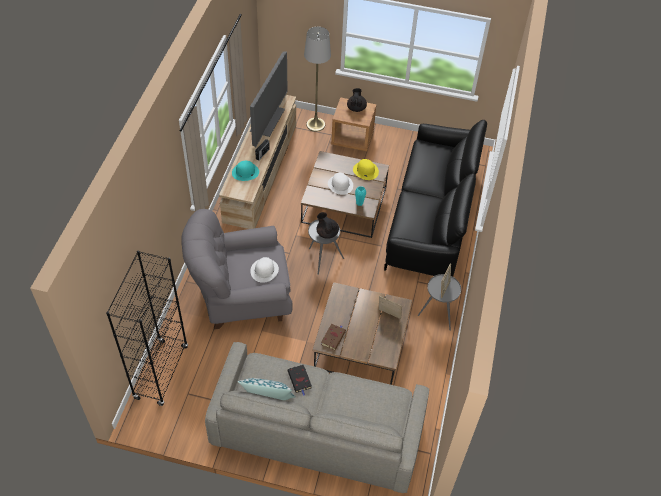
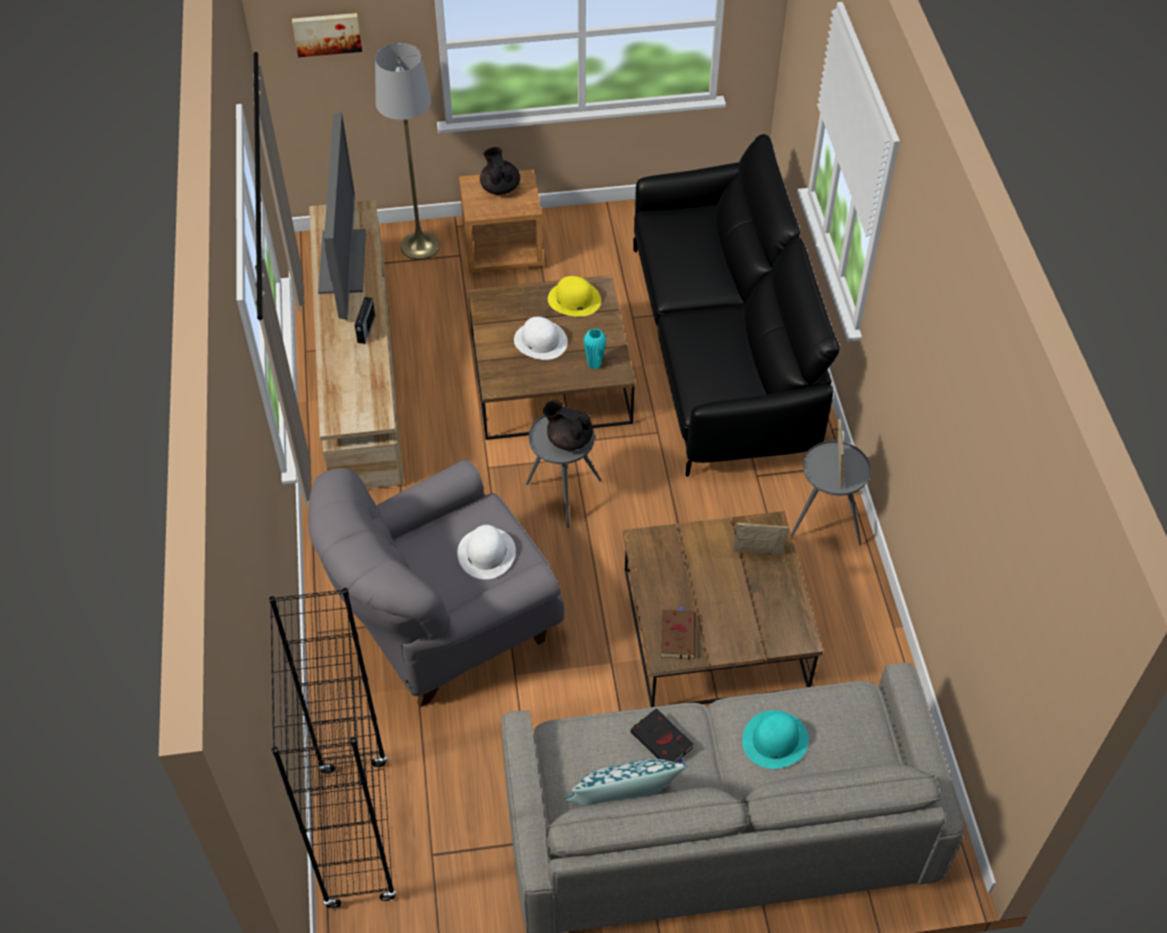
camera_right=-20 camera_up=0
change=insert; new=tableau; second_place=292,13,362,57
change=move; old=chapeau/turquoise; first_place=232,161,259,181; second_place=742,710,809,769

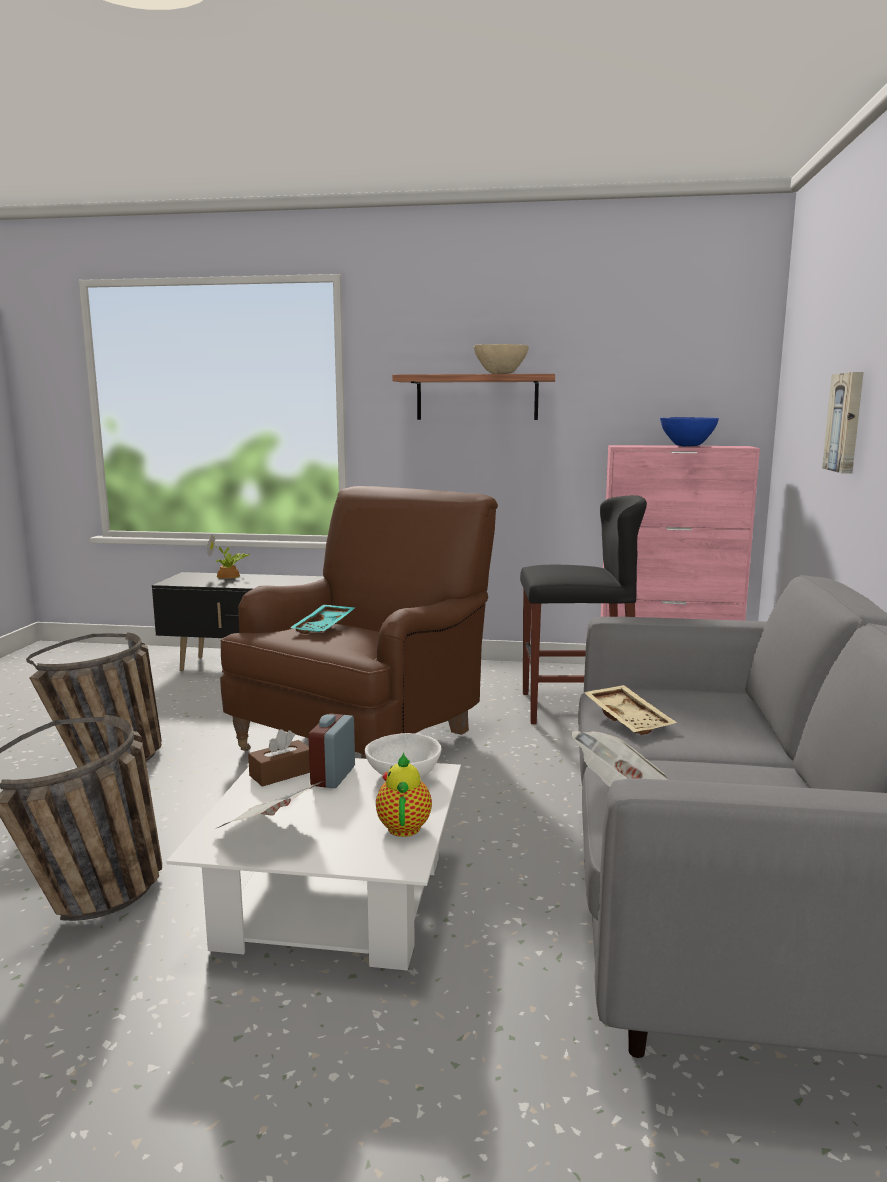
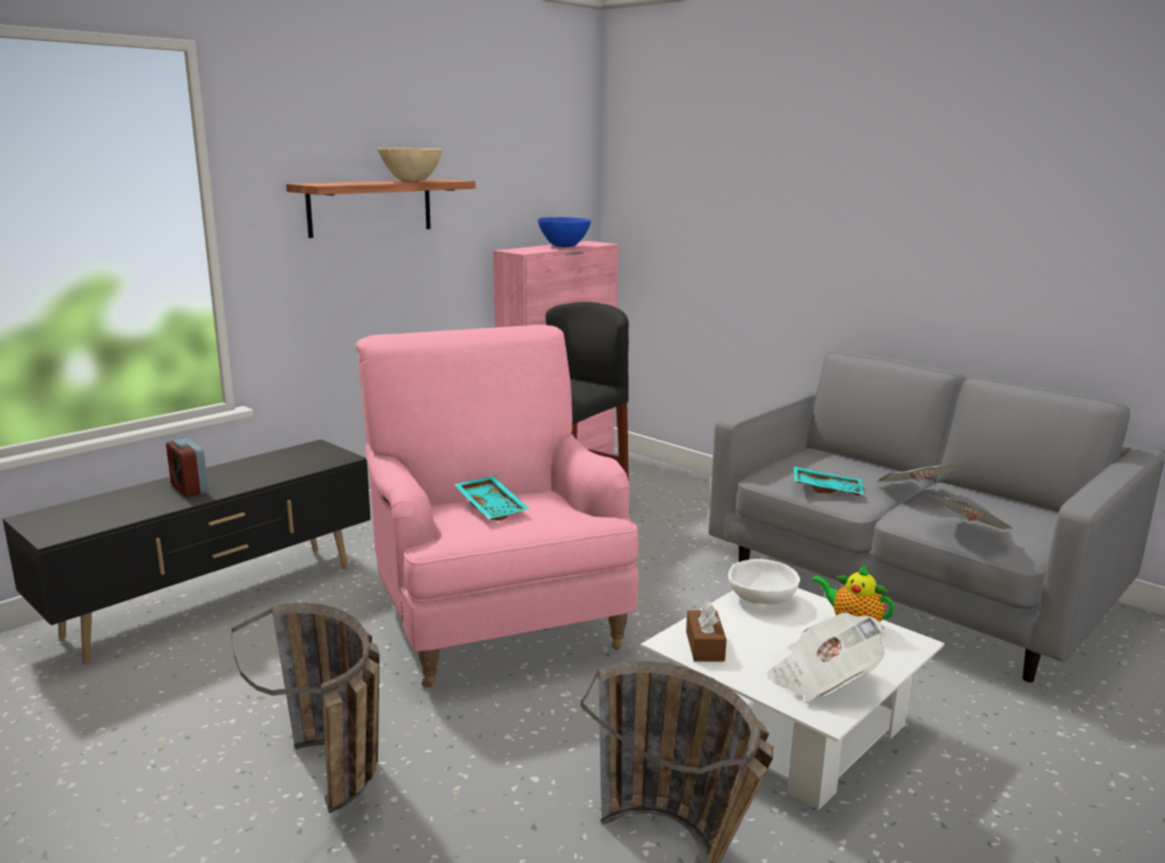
camera_right=-55 camera_up=5
change=delete; old=plante en pot; first_place=207,534,250,579
change=delete; old=tableau; first_place=822,372,864,474
change=insert; new=journal; second_place=876,465,960,482
change=move; old=réveil; first_place=308,713,355,788; second_place=166,438,208,497
change=recolor; old=fauteuil/marron; new=fauteuil/rose; first_place=220,486,498,759; second_place=356,325,638,688
change=recolor; old=plateau/beige; new=plateau/turquoise; first_place=583,685,677,735; second_place=794,466,865,496

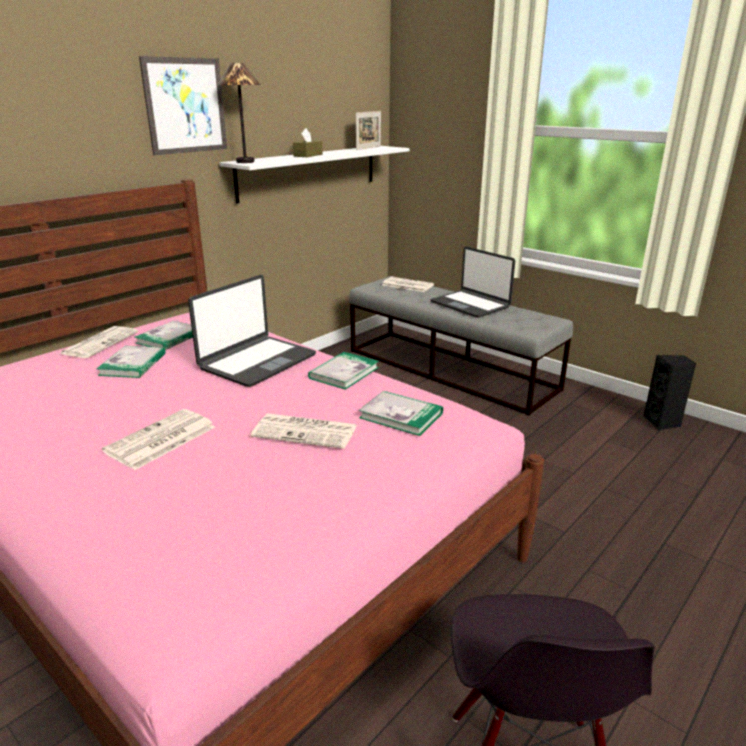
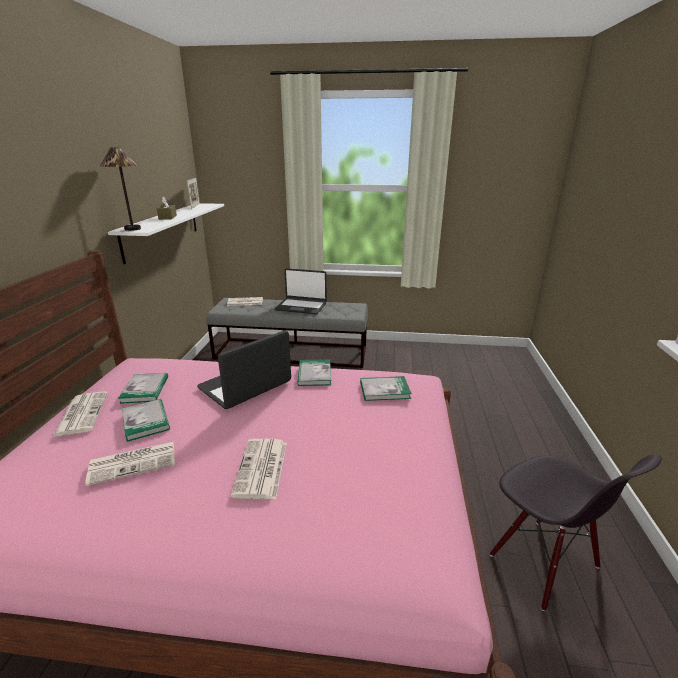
camera_right=-35 camera_up=0
change=delete; old=tableau; first_place=139,56,227,155
change=delete; old=enceinte/noir; first_place=643,355,696,431
change=move; old=journal; first_place=251,413,357,449; second_place=85,442,175,486
change=rotate; old=ordinateur portable; first_place=188,275,316,387; second_place=197,330,291,409; degrees=-135

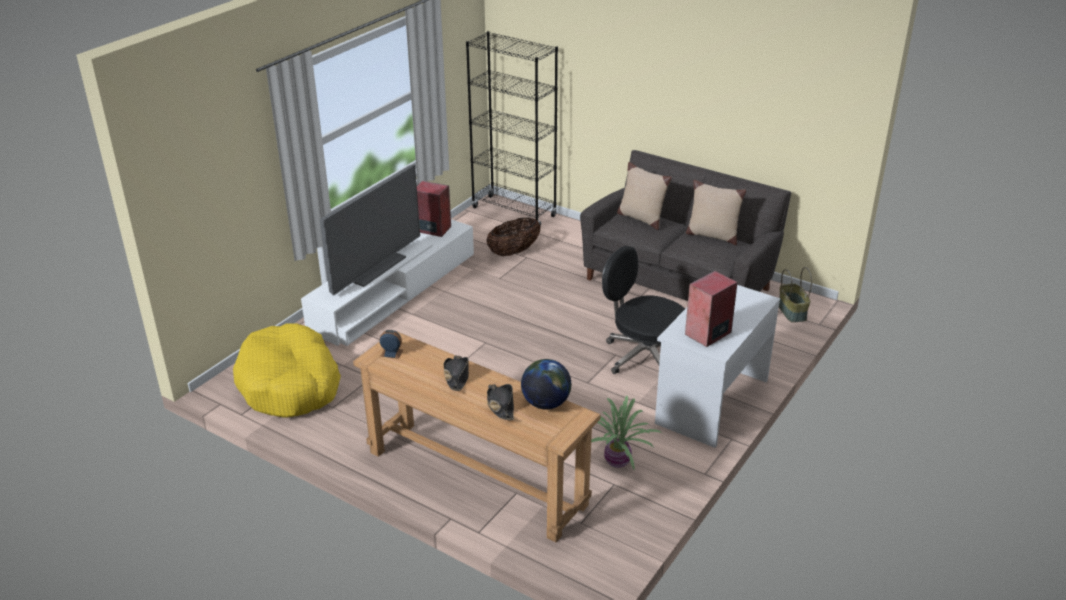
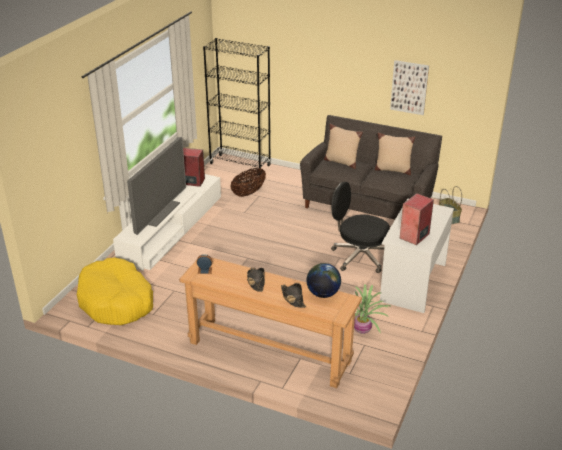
camera_right=-10 camera_up=0
change=insert; new=tableau; second_place=390,60,429,115

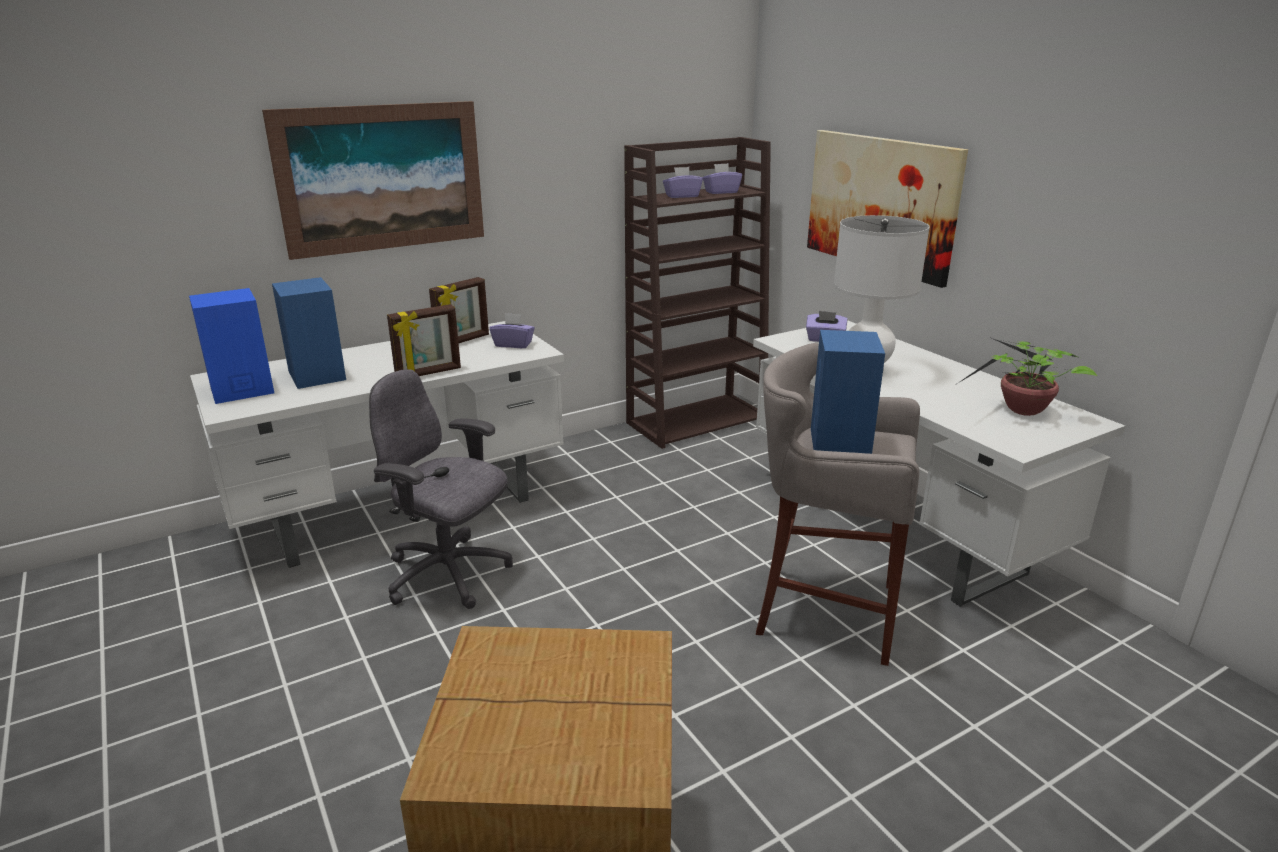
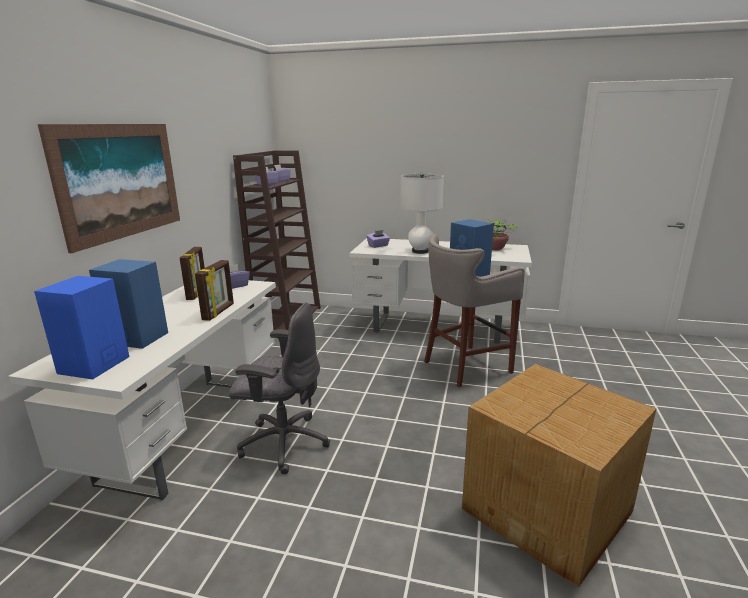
camera_right=-45 camera_up=-5
change=delete; old=tableau; first_place=807,130,968,288
change=rotate; old=chaise de bureau/gris; first_place=369,369,513,609; second_place=229,302,330,474; degrees=-150

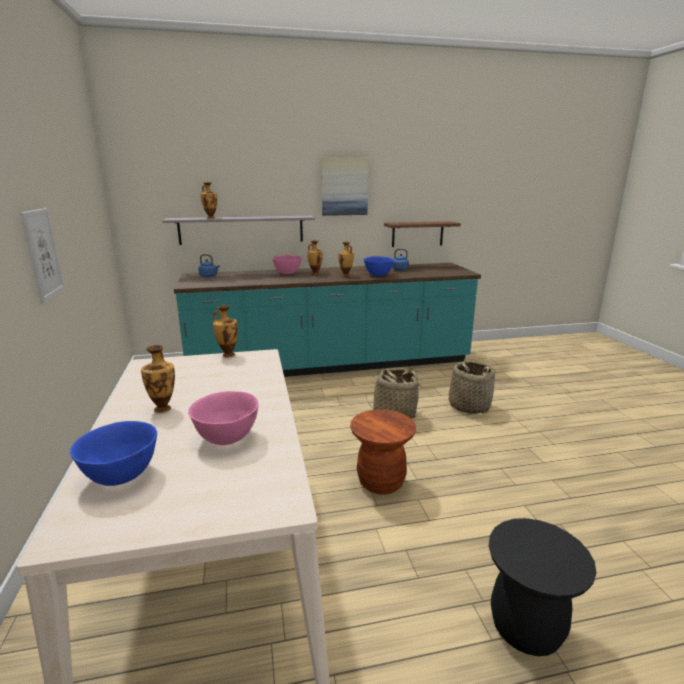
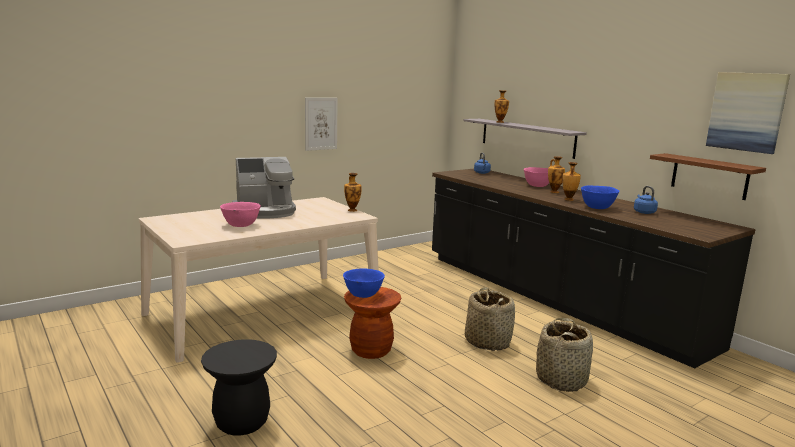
camera_right=65 camera_up=-5
change=move; old=bol/bleu; first_place=70,421,157,486; second_place=343,269,385,298
change=move; old=tableau; first_place=322,158,368,216; second_place=706,72,790,154
change=replace; old=vase; new=machine à café; first_place=141,345,175,413; second_place=232,157,296,218
change=recolor; old=comptoir de cuisine/turquoise; new=comptoir de cuisine/noir; first_place=174,263,481,377; second_place=432,169,755,368

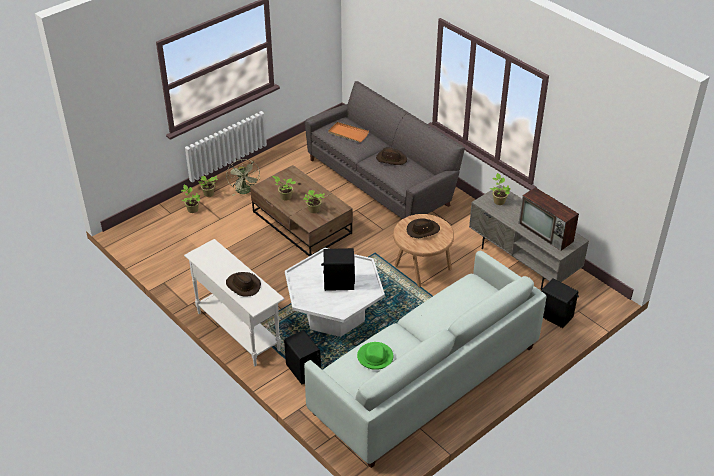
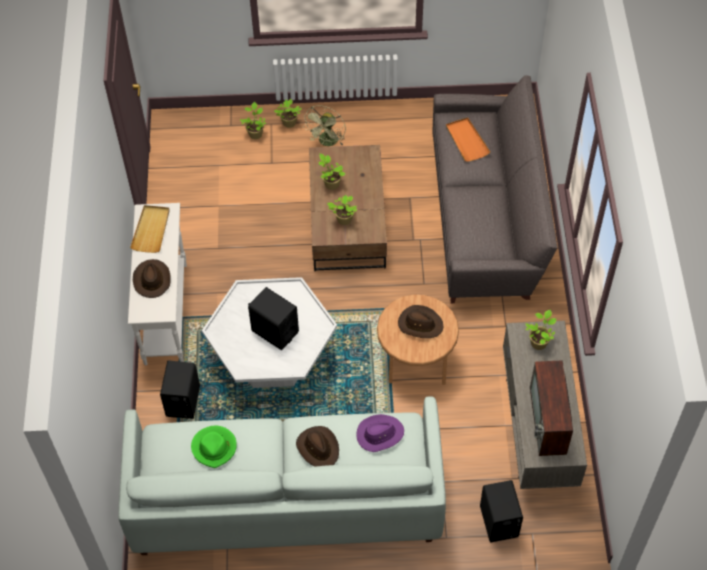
camera_right=40 camera_up=15
change=insert; new=plateau/beige; second_place=130,205,170,253
change=insert; new=chapeau/violet; second_place=356,414,404,452
change=move; old=chapeau/marron; first_place=376,147,407,165; second_place=296,426,339,467

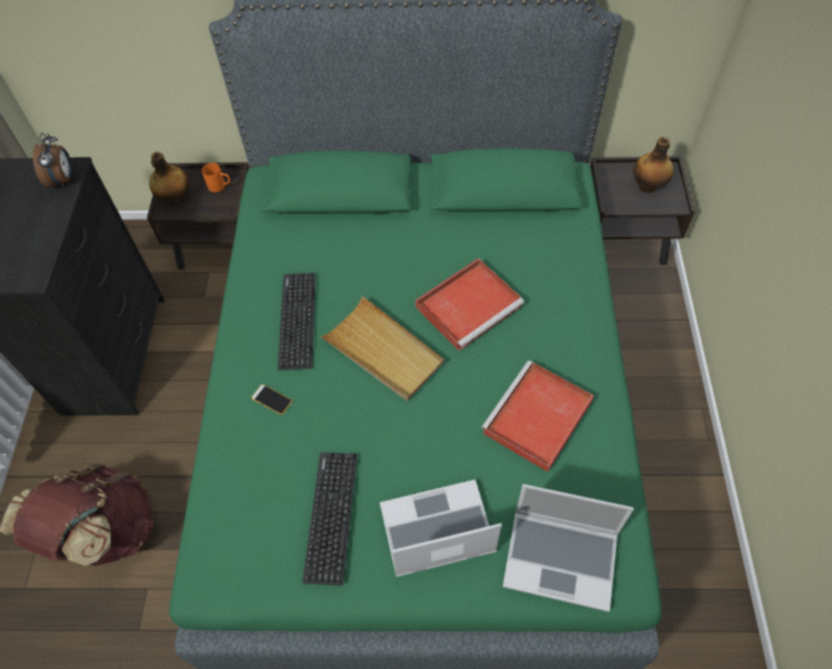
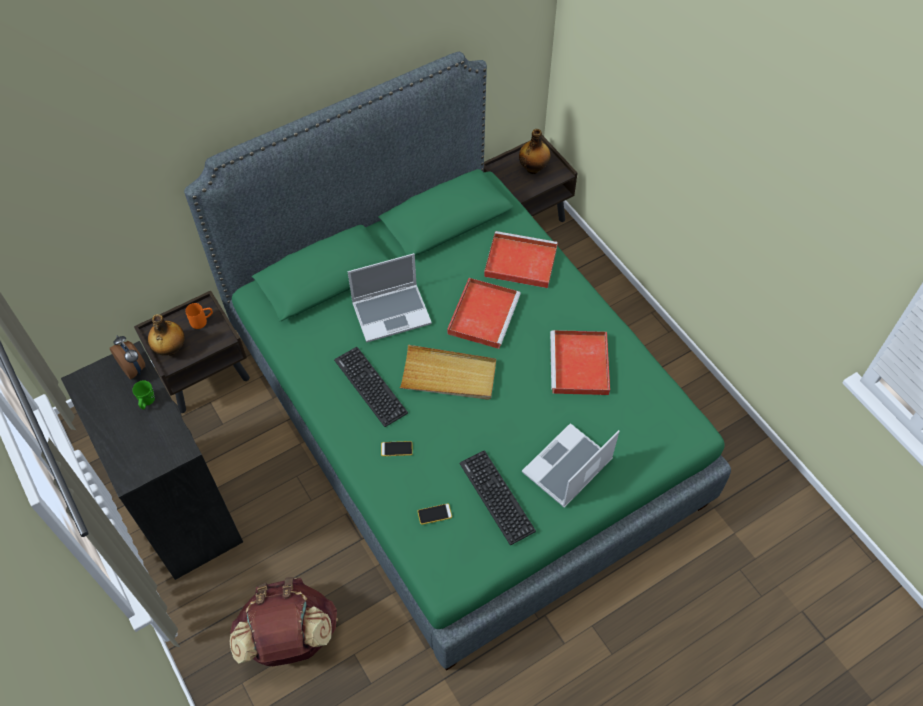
camera_right=-35 camera_up=0
change=insert; new=mug/vert; second_place=132,380,155,410
change=insert; new=téléphone; second_place=417,503,452,525
change=insert; new=plateau/rouge; second_place=484,231,557,288
change=move; old=ordinateur portable; first_place=503,484,634,612; second_place=348,253,432,343

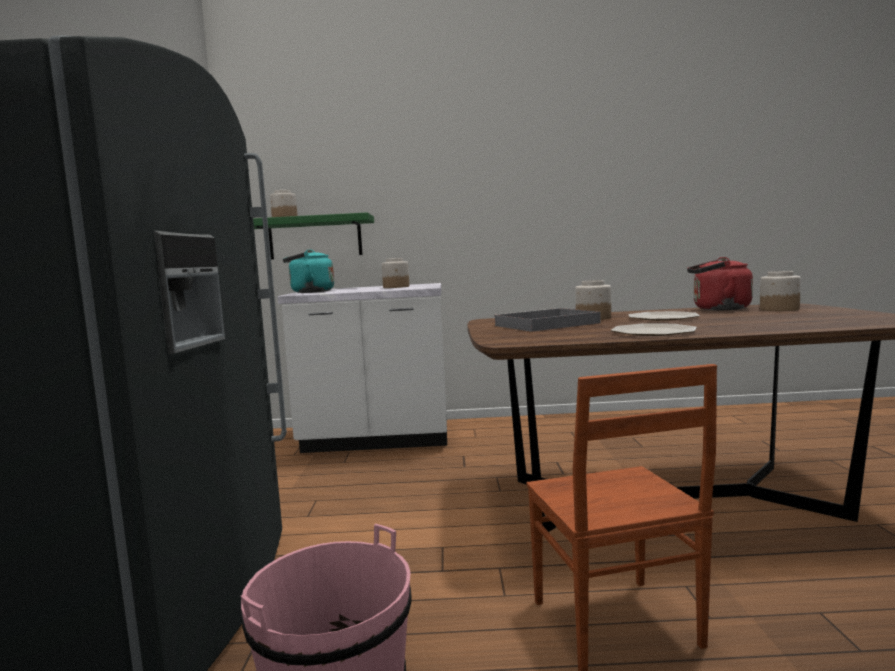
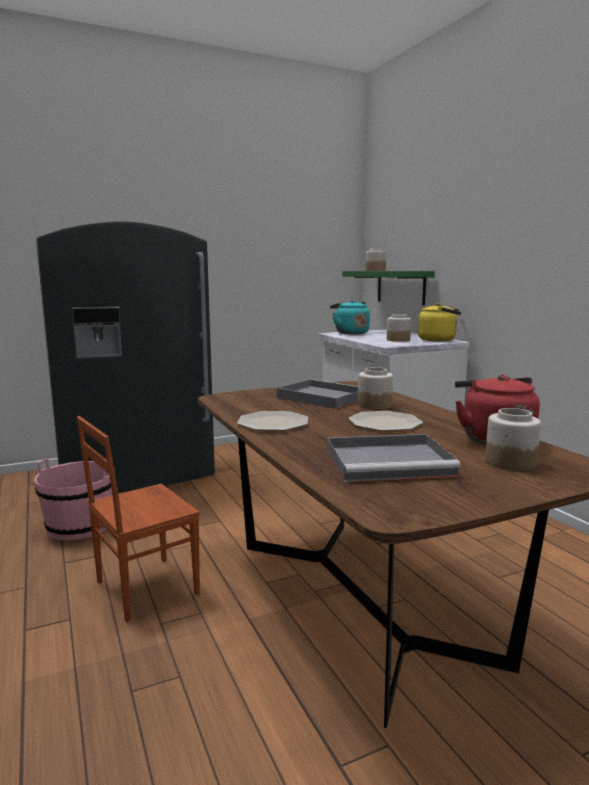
camera_right=65 camera_up=5
change=insert; new=plateau/gris; second_place=327,434,460,482
change=insert; new=bouilloire/jaune; second_place=418,303,461,342

